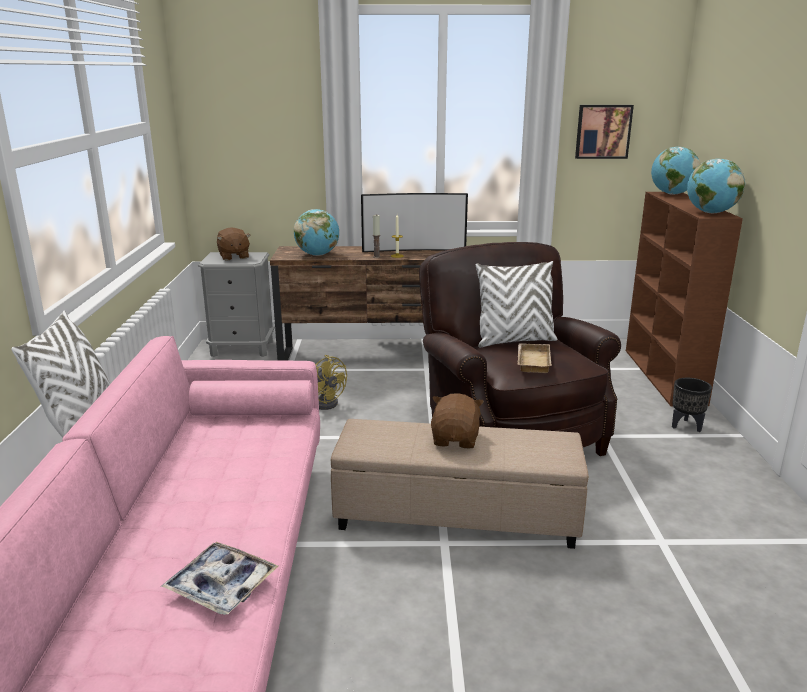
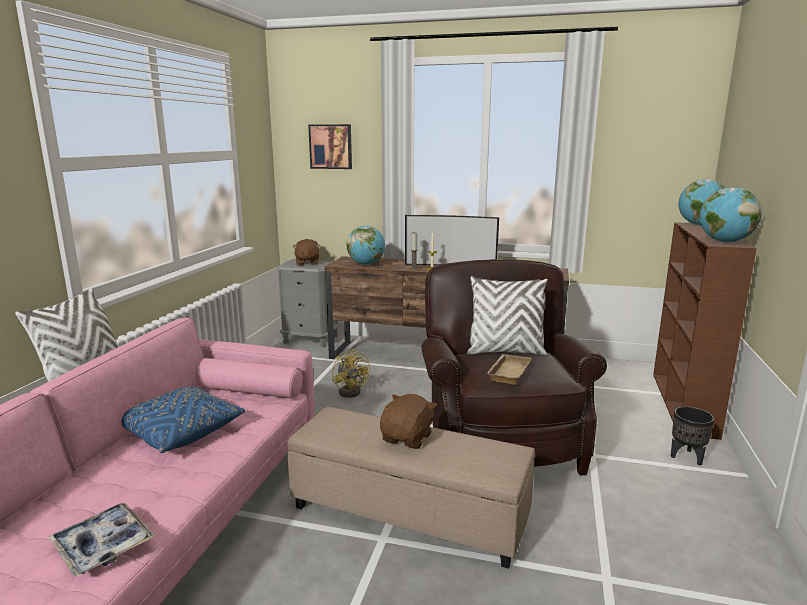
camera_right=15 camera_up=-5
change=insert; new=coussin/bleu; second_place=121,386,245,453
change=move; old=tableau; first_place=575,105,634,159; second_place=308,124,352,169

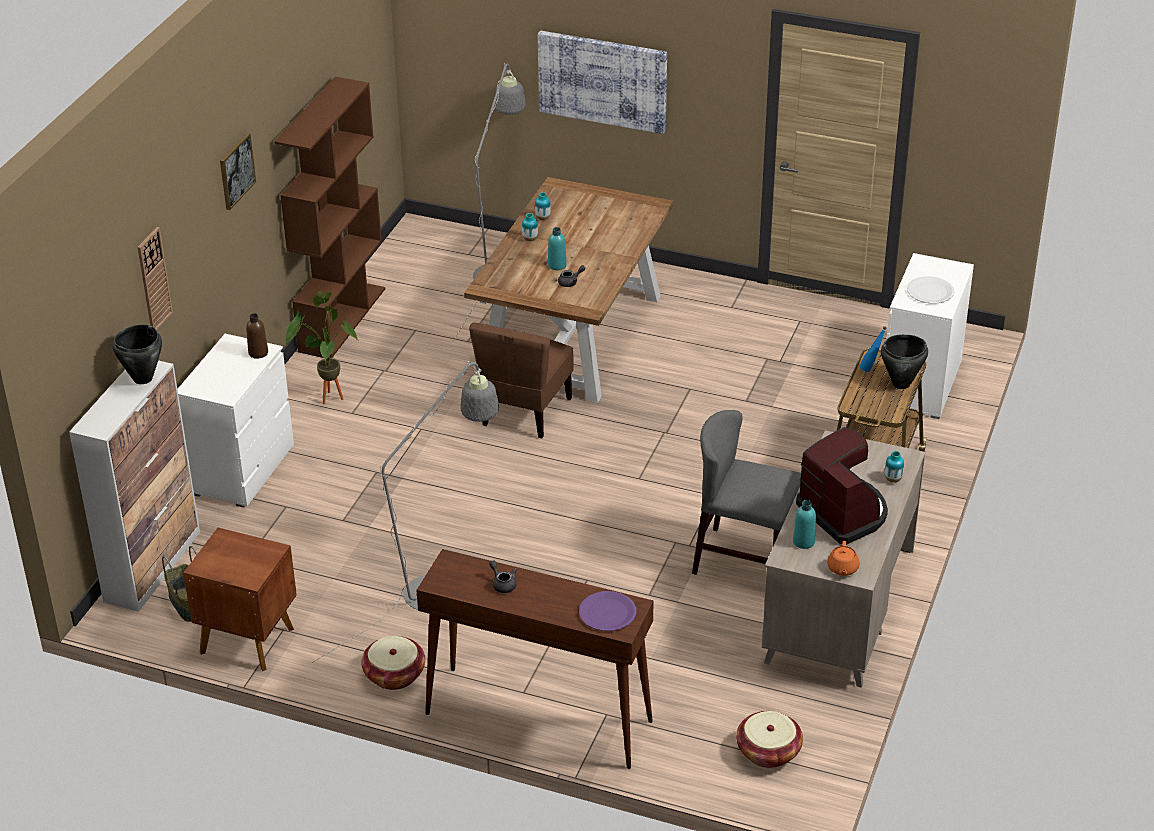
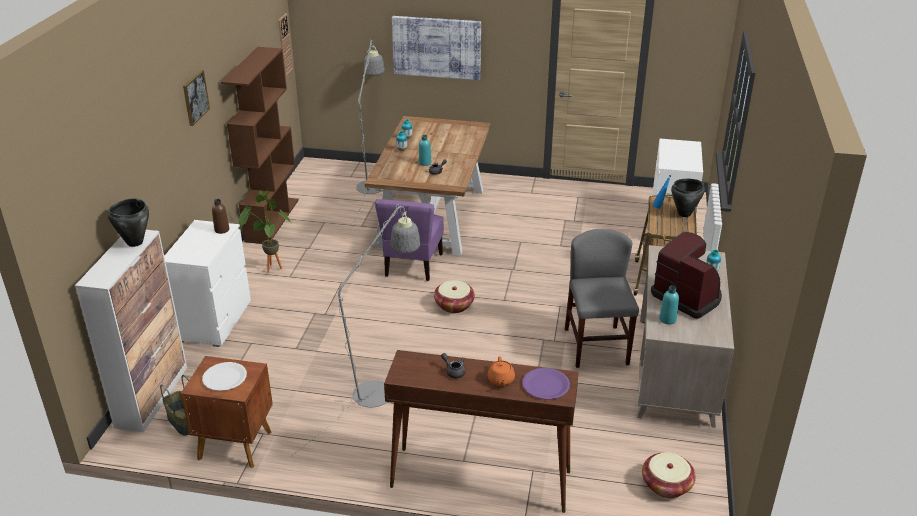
camera_right=-10 camera_up=-5
change=move; old=horloge murale; first_place=138,227,173,330; second_place=278,13,293,77
change=move; old=panier; first_place=361,636,425,690; second_place=434,280,475,313
change=move; old=théière/orange; first_place=827,541,860,576; second_place=488,356,515,386
change=move; old=assiette/blanc; first_place=907,276,954,303; second_place=202,362,247,391
change=recolor; old=chaise/marron; new=chaise/violet; first_place=469,322,574,439; second_place=375,199,444,281
change=rotate; old=chaise/gris; first_place=692,410,801,575; second_place=565,229,639,368; degrees=75

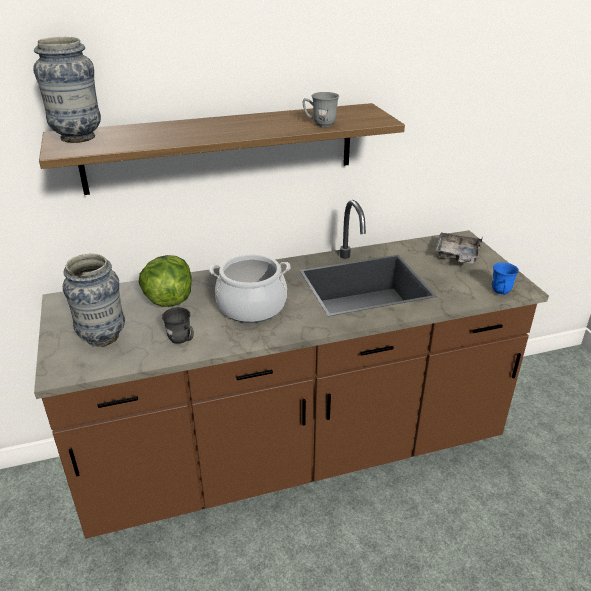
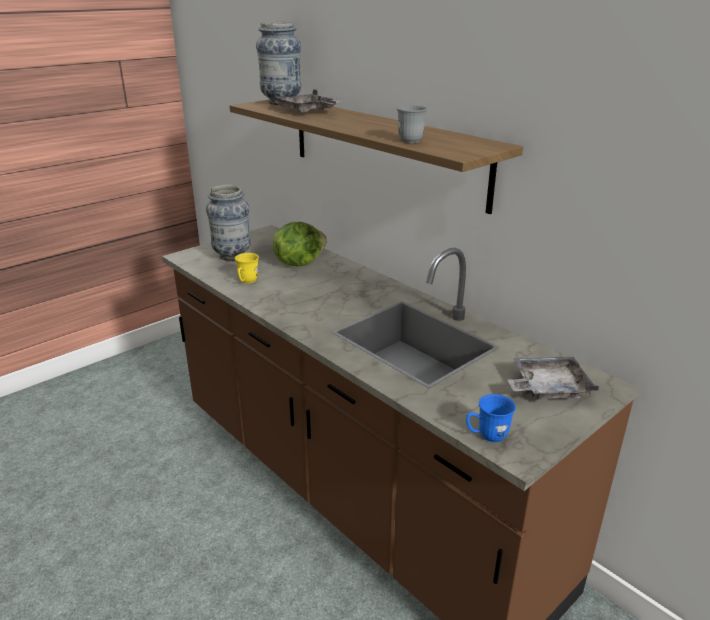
camera_right=65 camera_up=-5
change=delete; old=marmite; first_place=209,254,290,323
change=insert; new=plateau/gris; second_place=273,89,340,113
change=recolor; old=mug/gris; new=mug/jaune; first_place=162,307,194,344; second_place=235,253,259,283

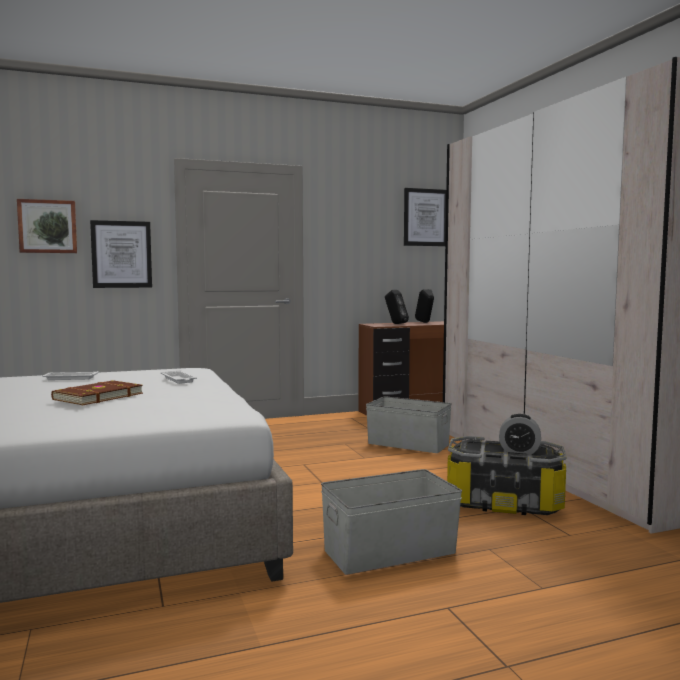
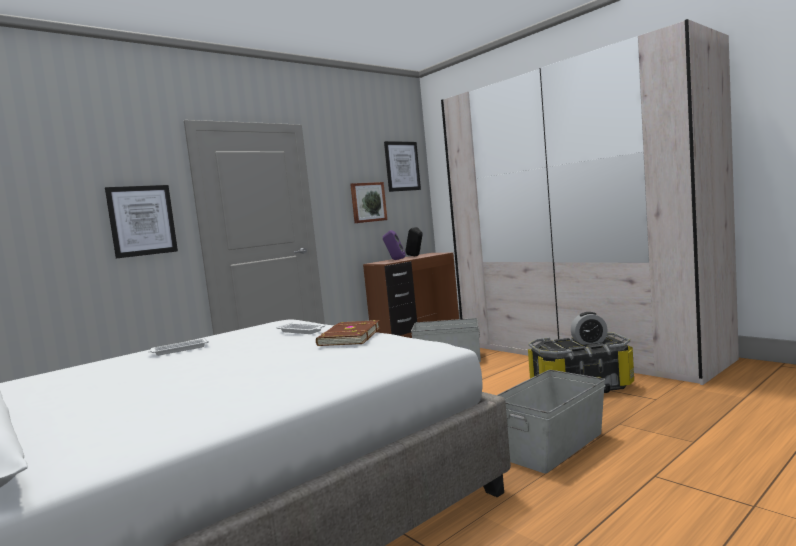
camera_right=-20 camera_up=0
change=move; old=tableau; first_place=17,199,77,253; second_place=350,182,387,223
change=move; old=livre/marron; first_place=51,380,143,405; second_place=316,320,380,346
change=recolor; old=enceinte/noir; new=enceinte/violet; first_place=385,290,409,324; second_place=383,230,406,260

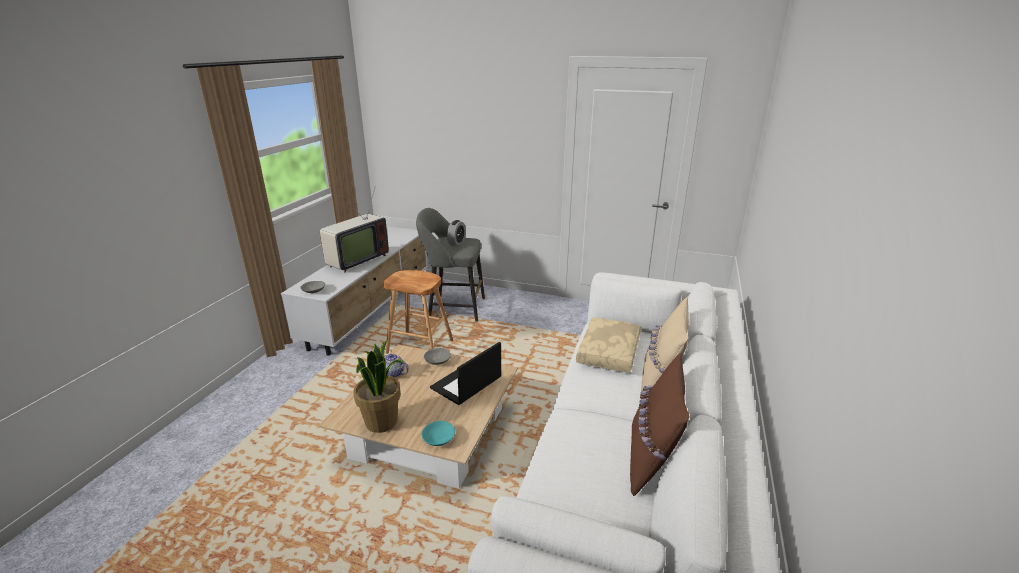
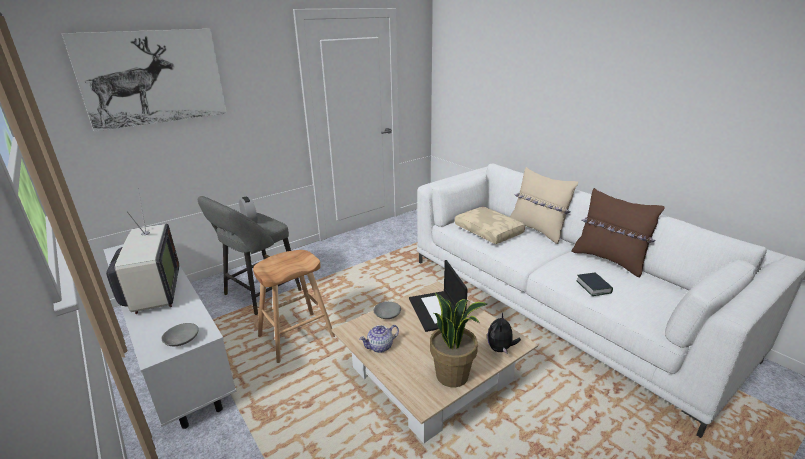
camera_right=-55 camera_up=0
change=insert; new=tableau; second_place=62,29,227,131
change=insert; new=livre; second_place=576,272,613,296
change=replace; old=bol/turquoise; new=peluche; first_place=422,421,455,446; second_place=487,313,521,354

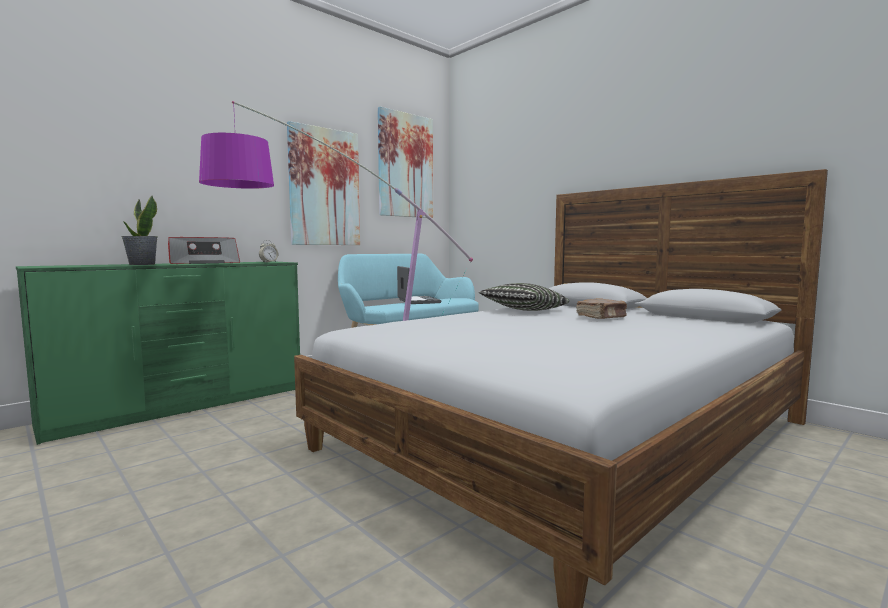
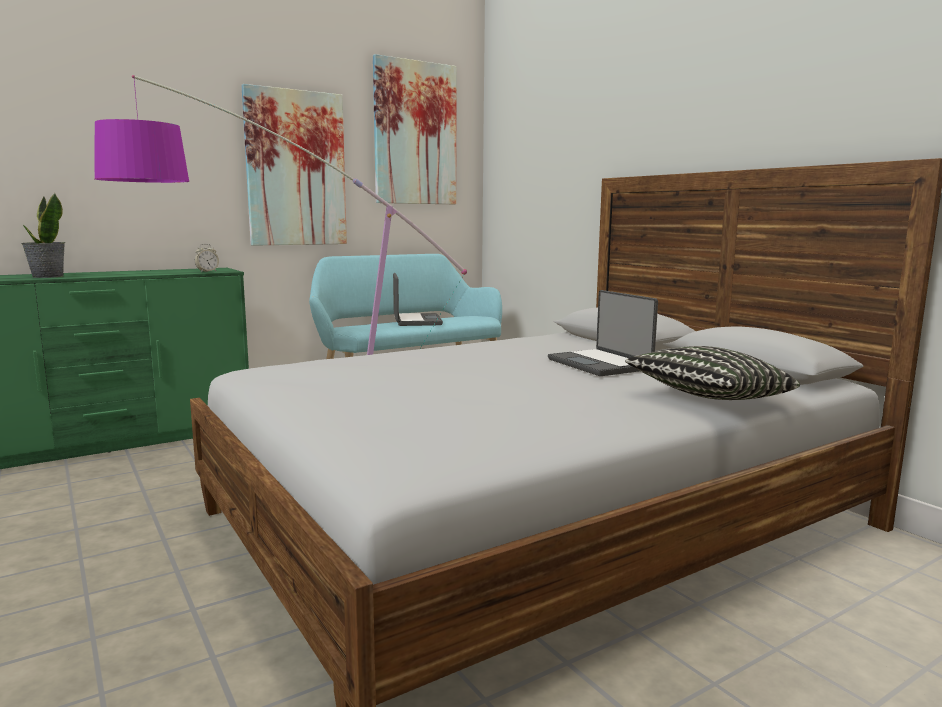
camera_right=10 camera_up=5
change=delete; old=radio; first_place=168,237,240,264
change=move; old=coussin; first_place=479,283,569,311; second_place=625,346,800,400
change=replace; old=livre/marron; new=ordinateur portable; first_place=576,298,627,319; second_place=548,290,658,376

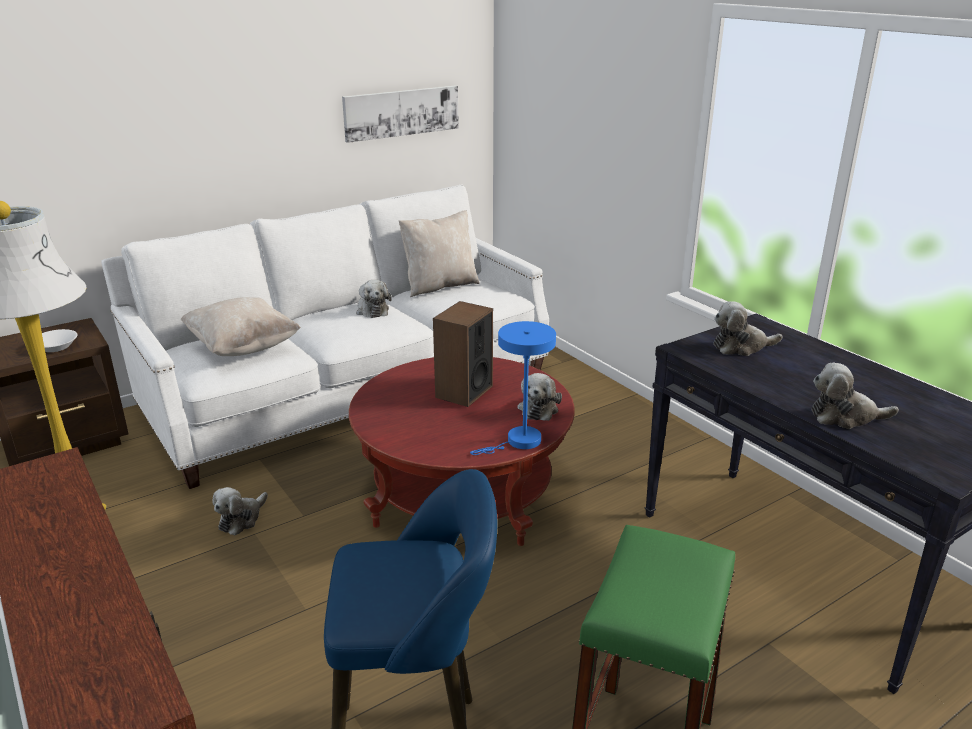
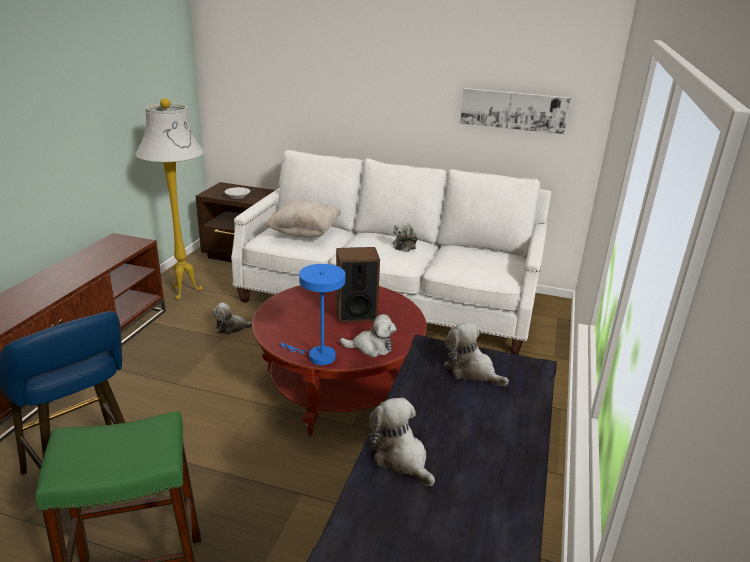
camera_right=50 camera_up=0
change=delete; old=coussin/beige; first_place=399,210,480,297
change=rotate; old=peluche; first_place=518,373,562,421; second_place=340,314,397,357; degrees=-150

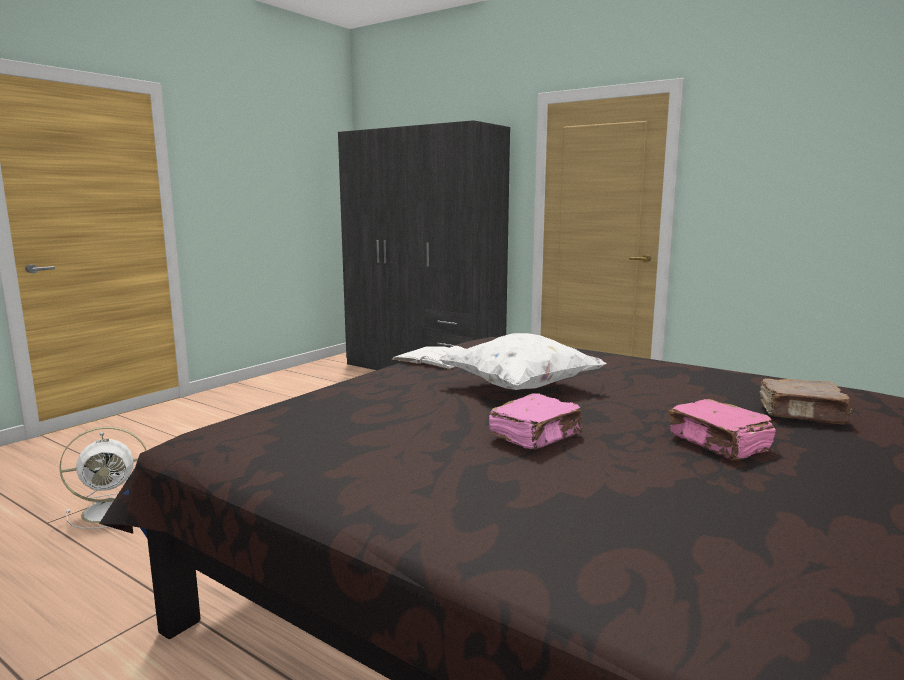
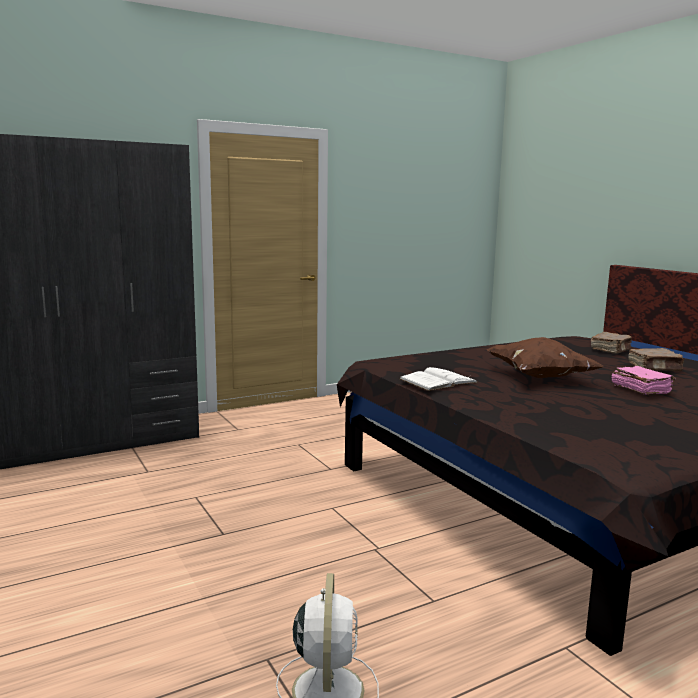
camera_right=-65 camera_up=0
change=recolor; old=coussin/blanc; new=coussin/marron; first_place=438,333,607,390; second_place=486,337,604,378
change=recolor; old=livre/rose; new=livre/marron; first_place=668,399,776,461; second_place=628,348,684,371

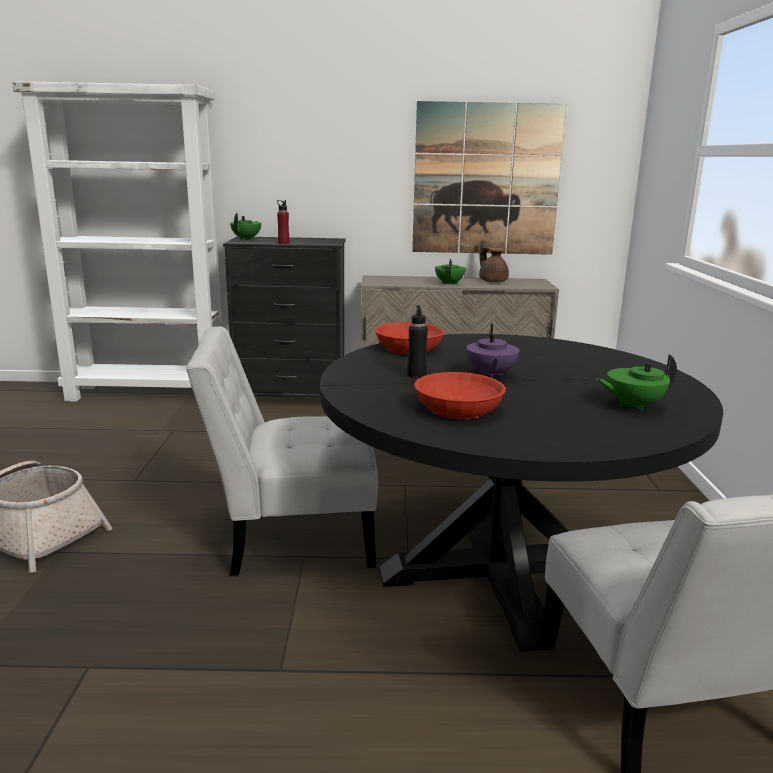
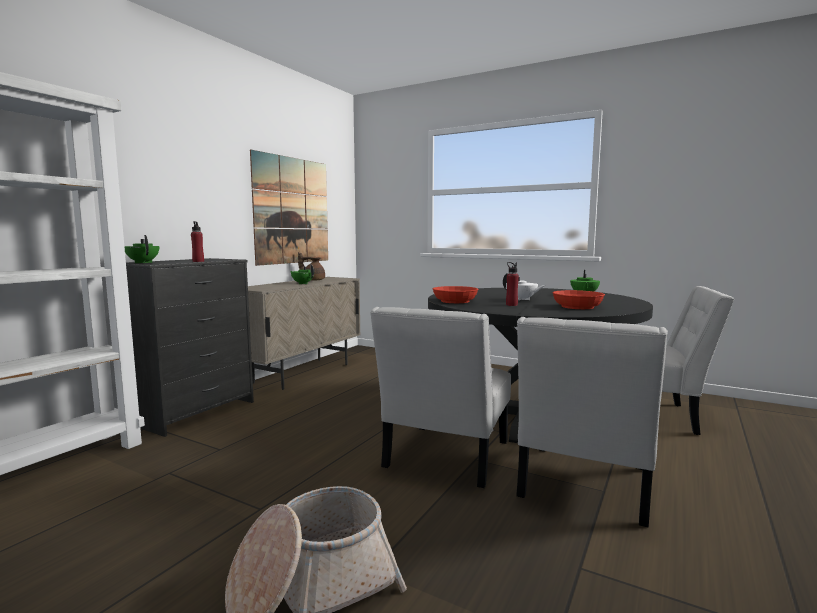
camera_right=-60 camera_up=-10
change=insert; new=chaise/blanc; second_place=516,317,668,527
change=recolor; old=bouteille/noir; new=bouteille/rouge; first_place=407,305,428,378; second_place=506,262,519,306
change=recolor; old=théière/violet; new=théière/blanc; first_place=466,324,519,378; second_place=503,273,546,300

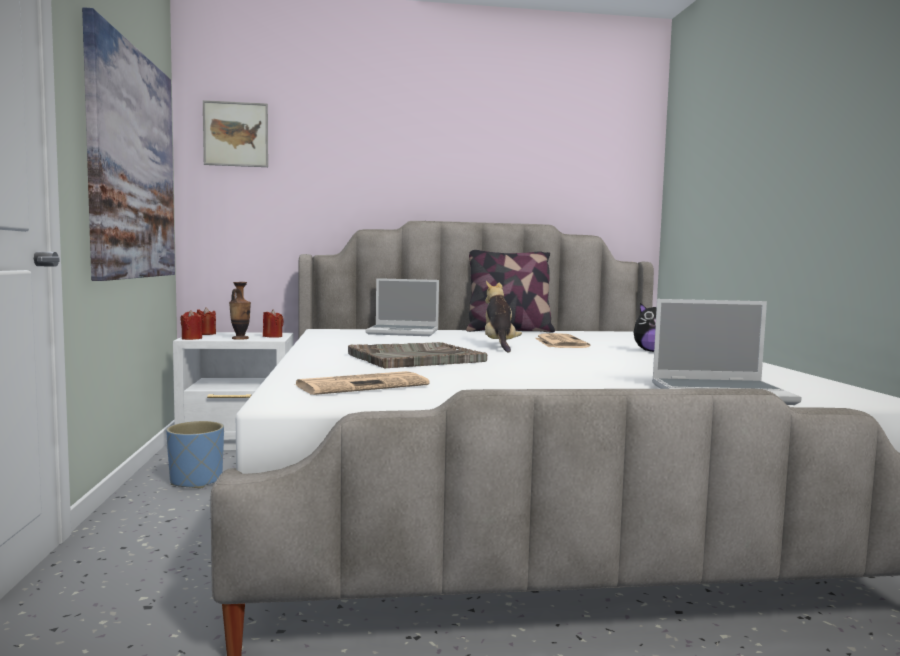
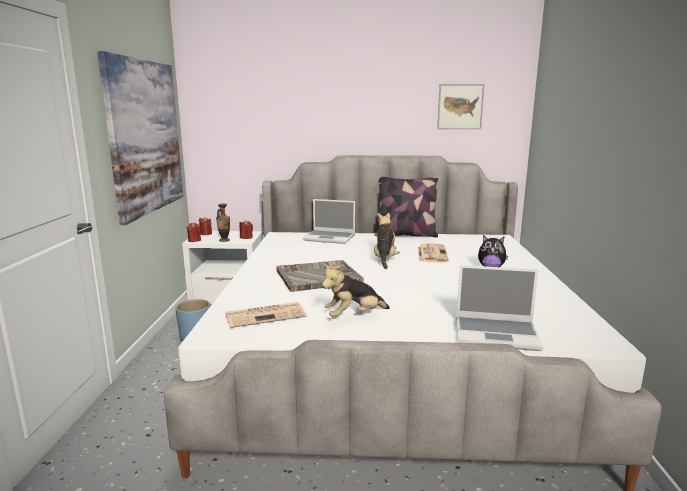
camera_right=10 camera_up=10
change=insert; new=peluche; second_place=322,264,390,317
change=move; old=tableau; first_place=203,100,268,167; second_place=437,84,485,129

